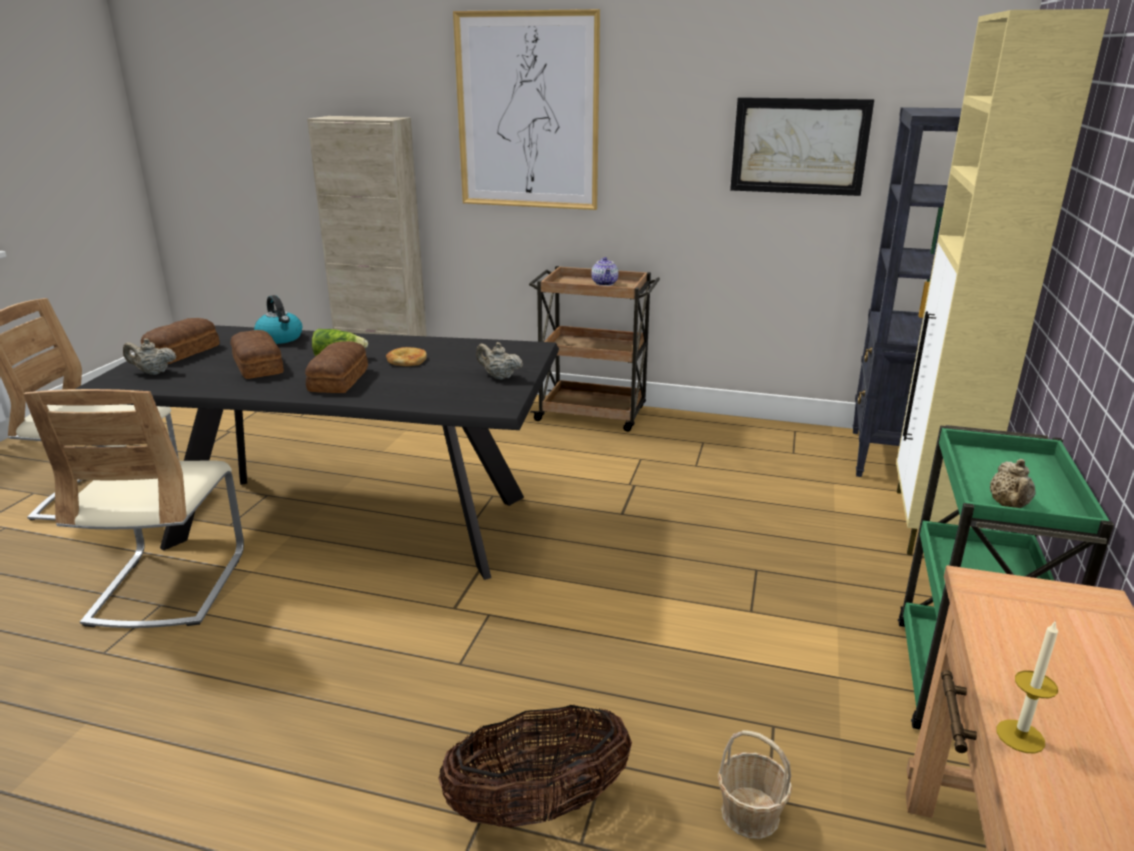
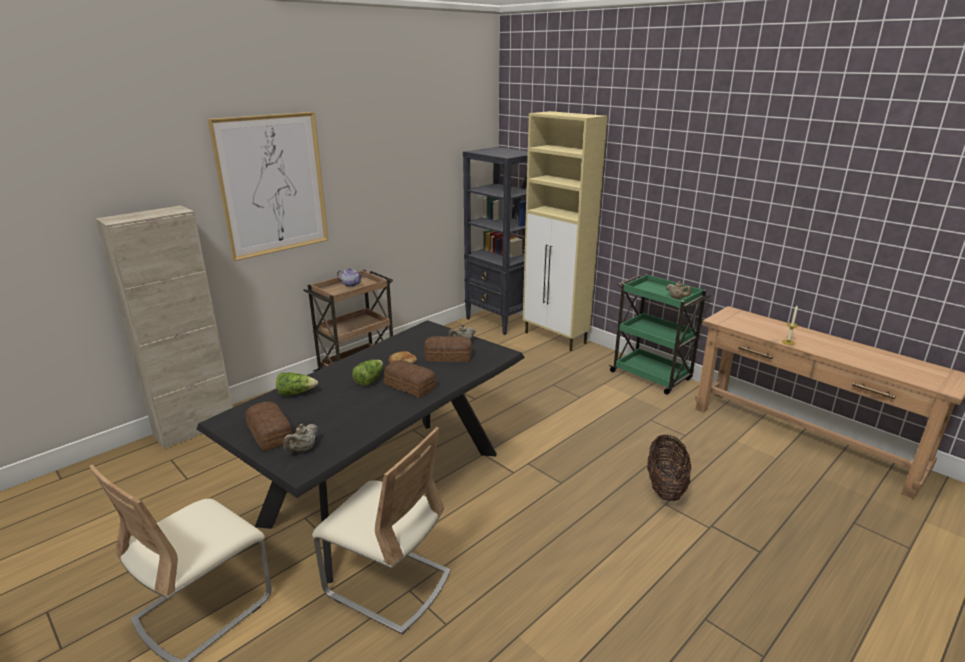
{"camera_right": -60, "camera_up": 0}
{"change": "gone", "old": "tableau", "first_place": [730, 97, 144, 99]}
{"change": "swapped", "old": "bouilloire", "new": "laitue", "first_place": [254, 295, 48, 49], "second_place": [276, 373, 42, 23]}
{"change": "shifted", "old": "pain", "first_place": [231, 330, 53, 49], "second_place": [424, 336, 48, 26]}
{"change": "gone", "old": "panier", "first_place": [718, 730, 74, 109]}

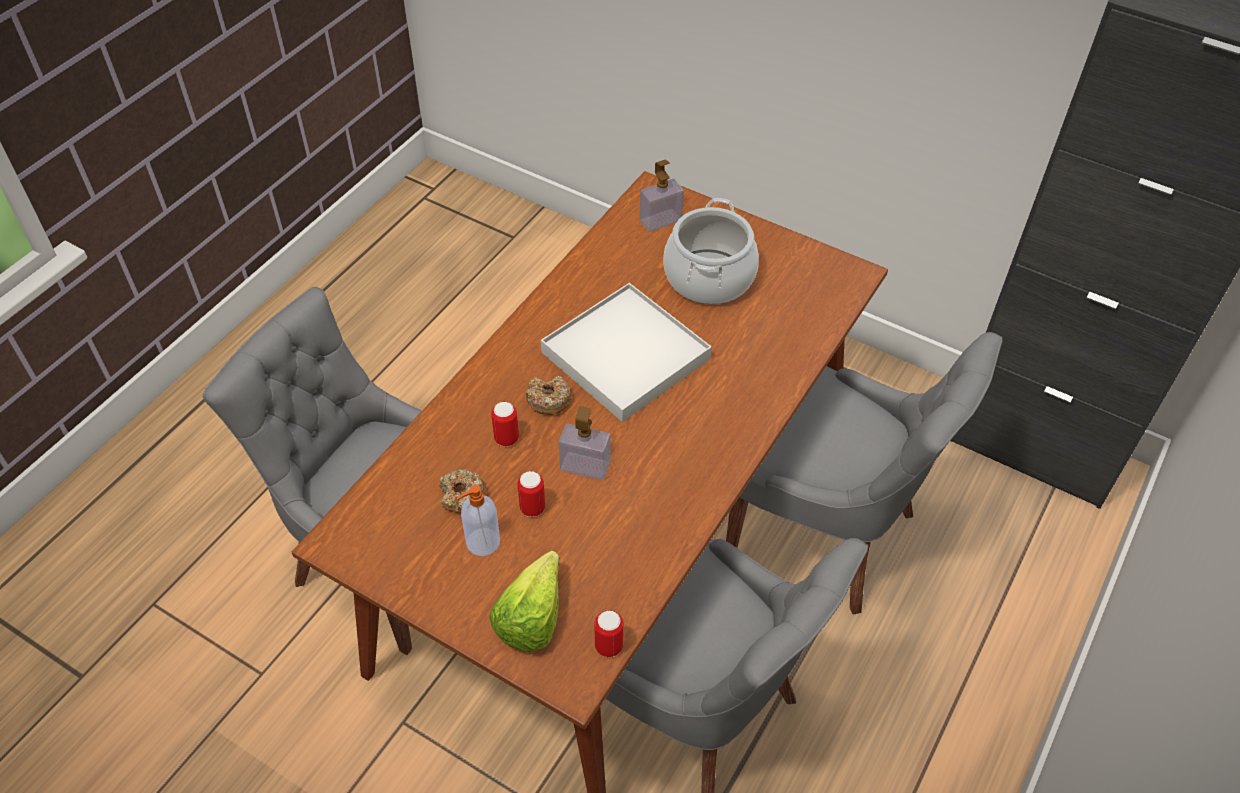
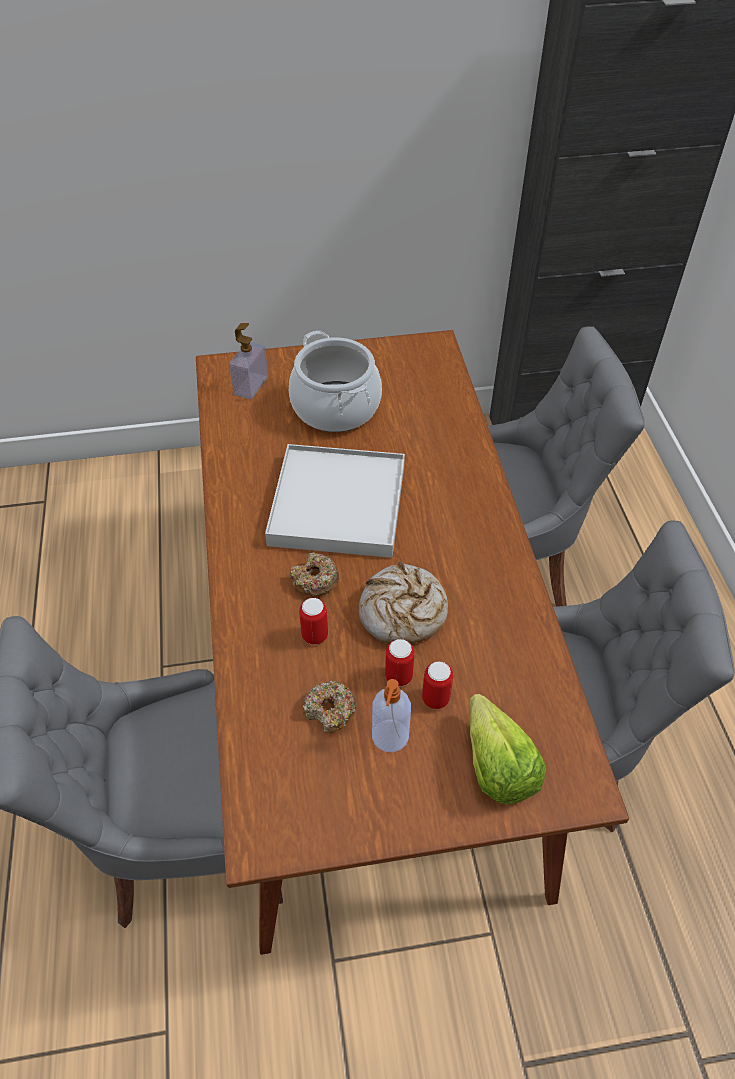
{"camera_right": -40, "camera_up": 0}
{"change": "swapped", "old": "distributeur de savon", "new": "pain", "first_place": [559, 406, 52, 74], "second_place": [359, 562, 89, 82]}
{"change": "shifted", "old": "boîte métallique", "first_place": [594, 611, 30, 46], "second_place": [422, 661, 31, 48]}

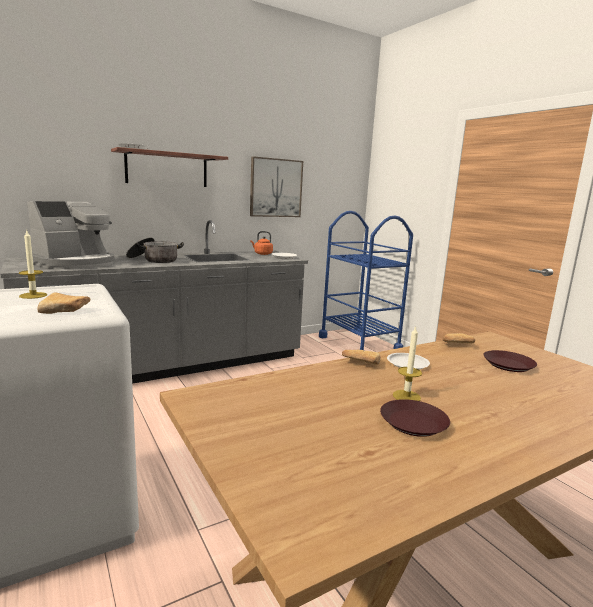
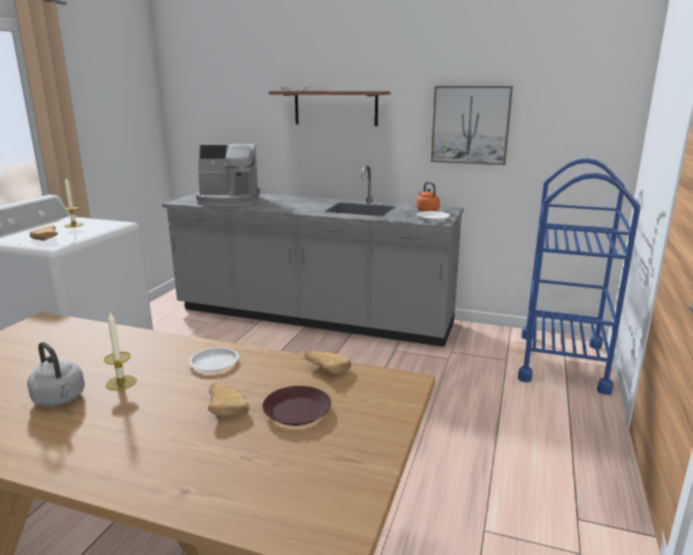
{"camera_right": 50, "camera_up": 5}
{"change": "gone", "old": "marmite", "first_place": [126, 237, 58, 26]}
{"change": "shifted", "old": "pain", "first_place": [342, 350, 38, 15], "second_place": [208, 383, 42, 33]}
{"change": "swapped", "old": "assiette [marron]", "new": "bouilloire [gris]", "first_place": [380, 399, 70, 38], "second_place": [27, 342, 58, 64]}

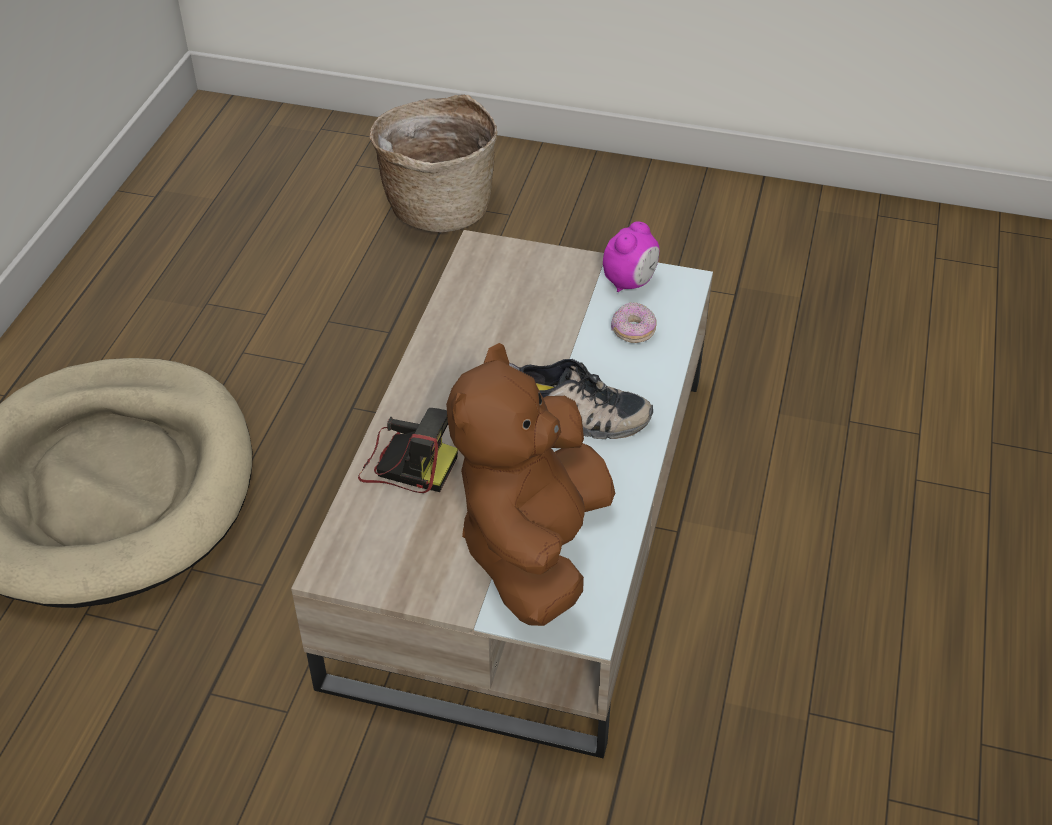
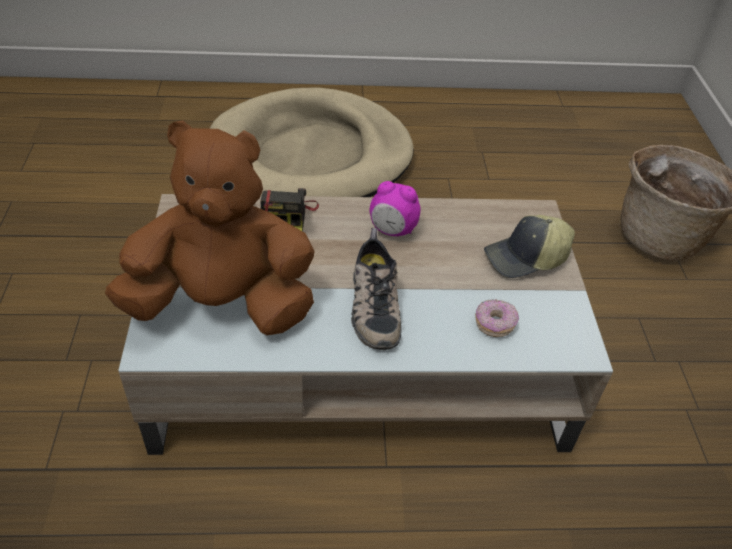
{"camera_right": 70, "camera_up": 0}
{"change": "shifted", "old": "réveil", "first_place": [603, 222, 57, 70], "second_place": [370, 181, 51, 55]}
{"change": "new", "new": "casquette", "second_place": [484, 215, 91, 63]}

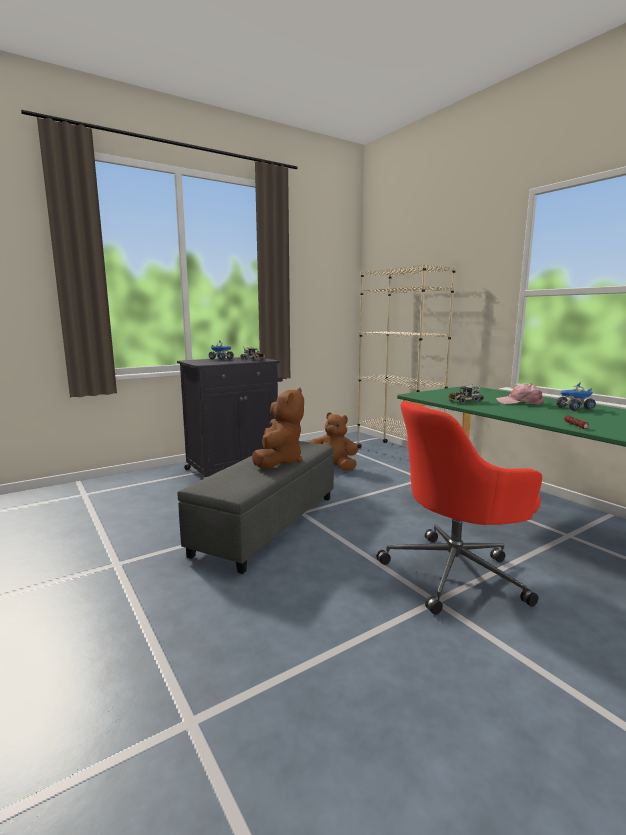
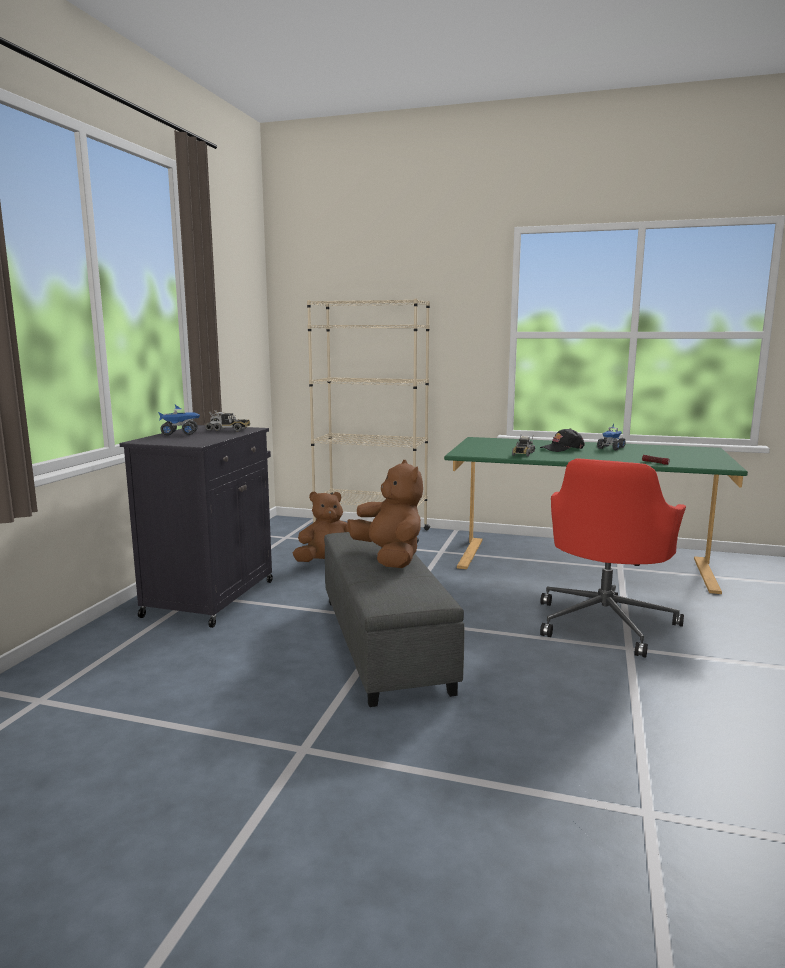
{"camera_right": -40, "camera_up": 0}
{"change": "repainted", "old": "casquette [rose]", "new": "casquette [noir]", "first_place": [496, 383, 49, 22], "second_place": [540, 428, 45, 24]}

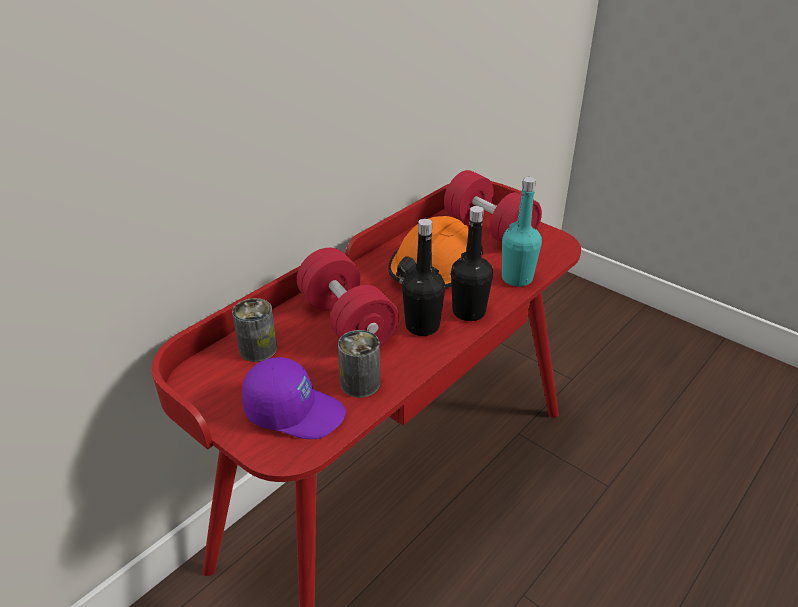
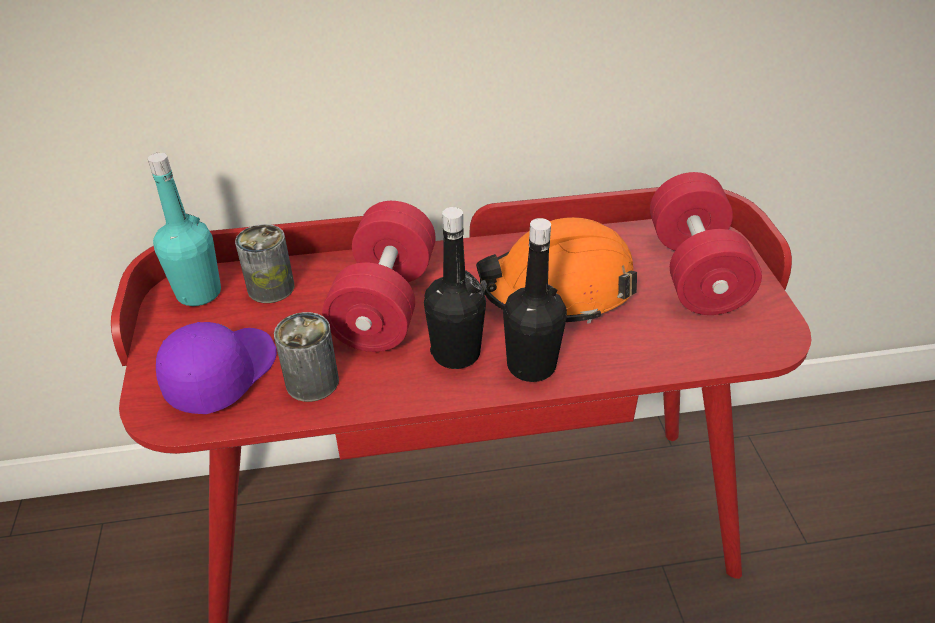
{"camera_right": 40, "camera_up": 5}
{"change": "shifted", "old": "bouteille [turquoise]", "first_place": [502, 177, 40, 110], "second_place": [148, 153, 73, 153]}
{"change": "rotated", "old": "casquette [violet]", "first_place": [242, 357, 104, 82], "second_place": [156, 322, 121, 92], "degrees": -120}

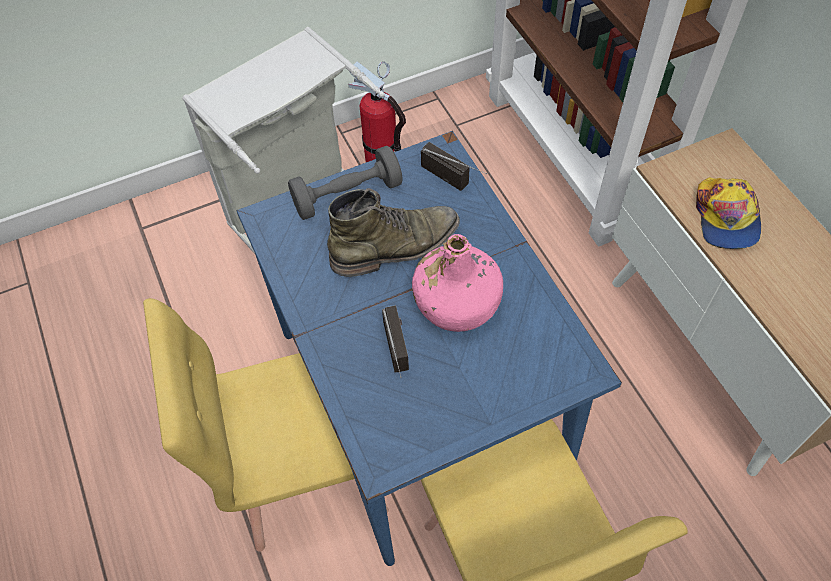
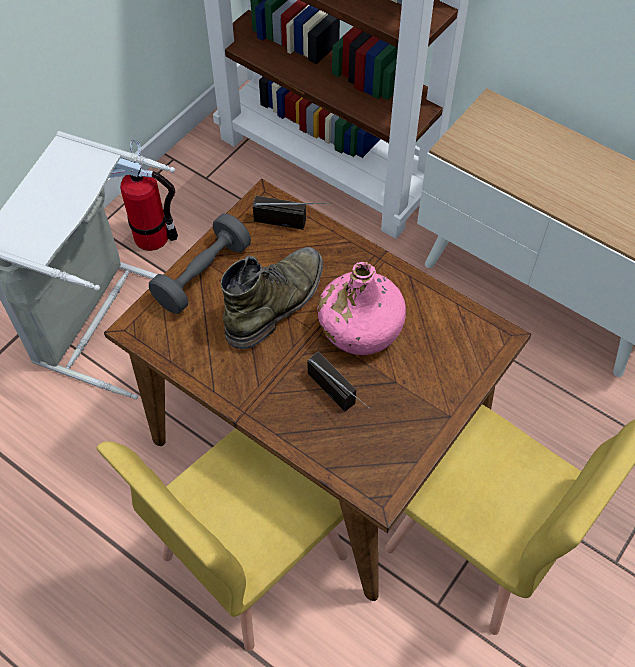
{"camera_right": -30, "camera_up": 0}
{"change": "repainted", "old": "table à manger [bleu]", "new": "table à manger [marron]", "first_place": [236, 131, 386, 435], "second_place": [104, 179, 427, 422]}
{"change": "gone", "old": "casquette", "first_place": [696, 177, 65, 72]}

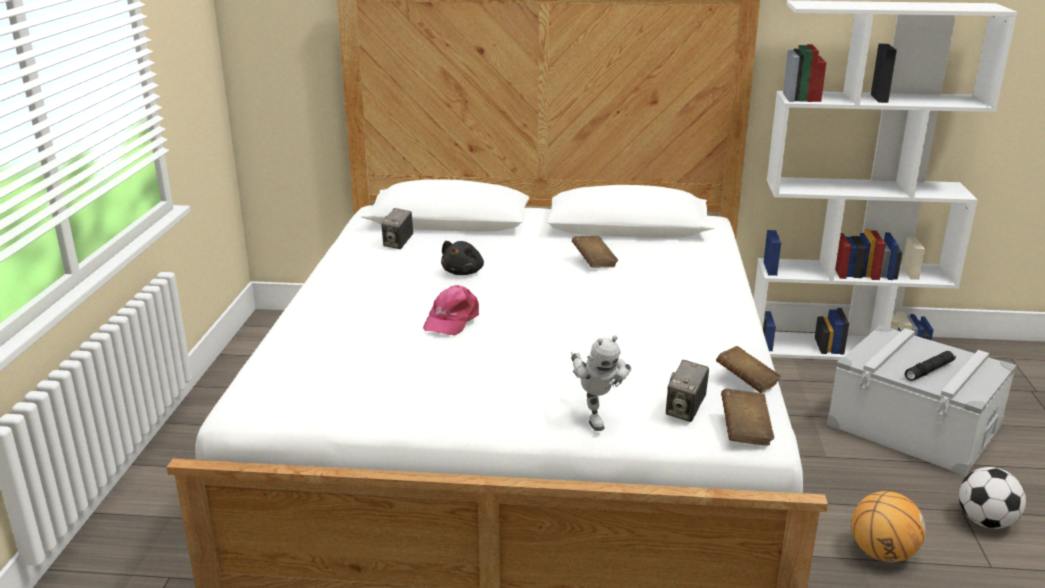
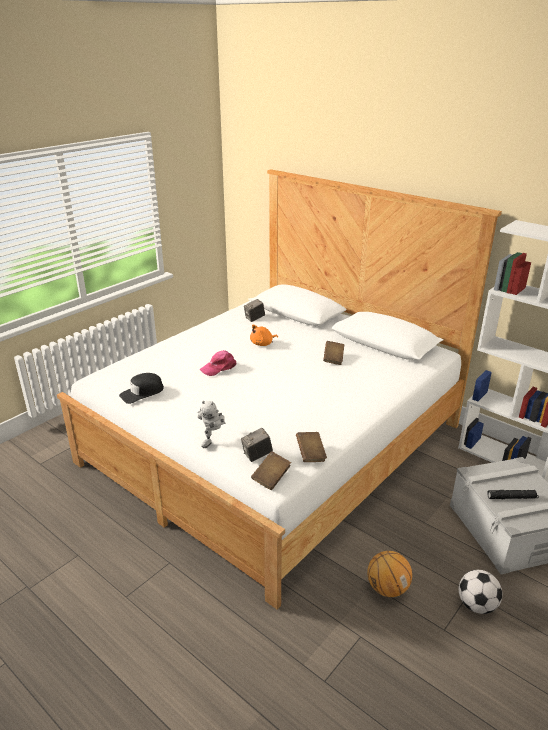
{"camera_right": 35, "camera_up": 5}
{"change": "repainted", "old": "peluche [noir]", "new": "peluche [orange]", "first_place": [441, 241, 43, 34], "second_place": [250, 325, 28, 21]}
{"change": "new", "new": "casquette [noir]", "second_place": [119, 373, 45, 31]}

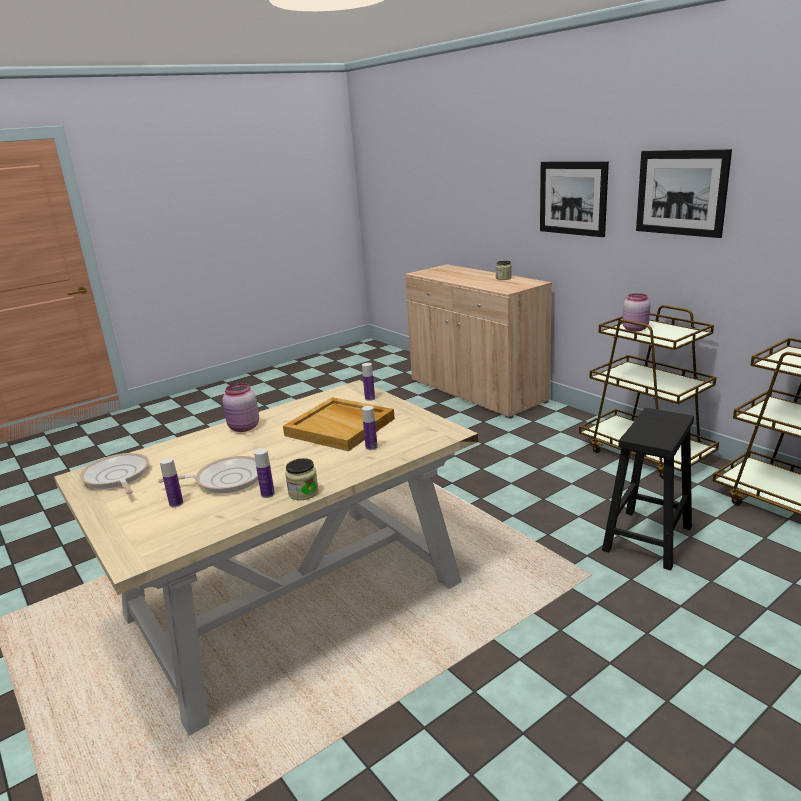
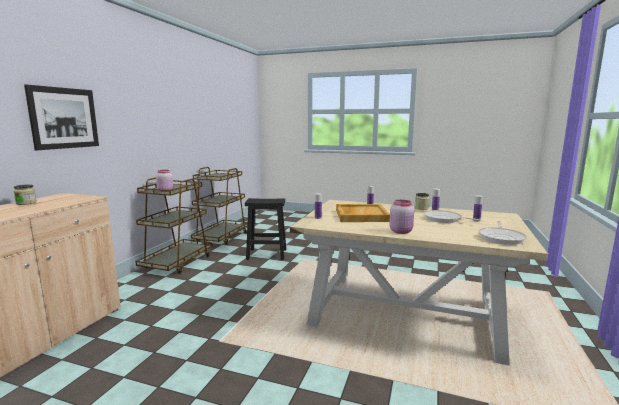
{"camera_right": -125, "camera_up": -10}
{"change": "gone", "old": "tableau", "first_place": [636, 149, 96, 89]}

